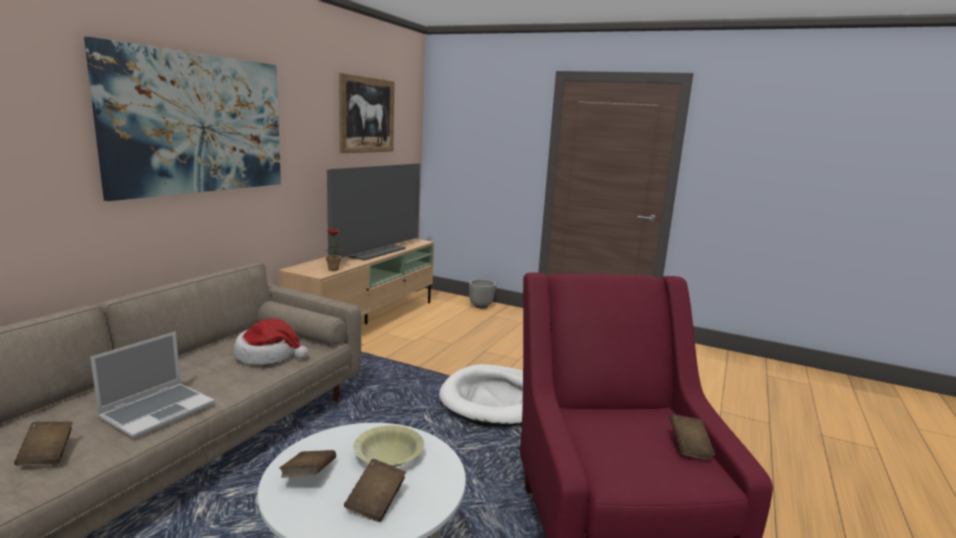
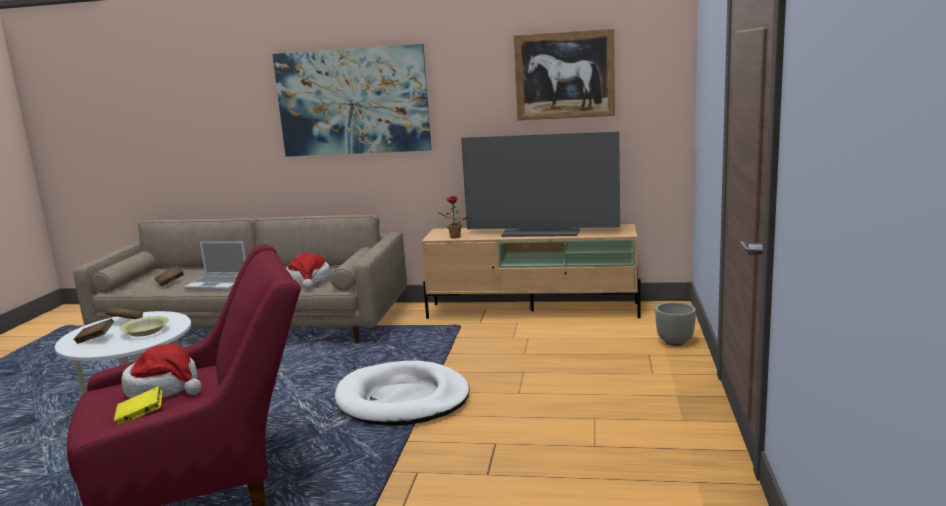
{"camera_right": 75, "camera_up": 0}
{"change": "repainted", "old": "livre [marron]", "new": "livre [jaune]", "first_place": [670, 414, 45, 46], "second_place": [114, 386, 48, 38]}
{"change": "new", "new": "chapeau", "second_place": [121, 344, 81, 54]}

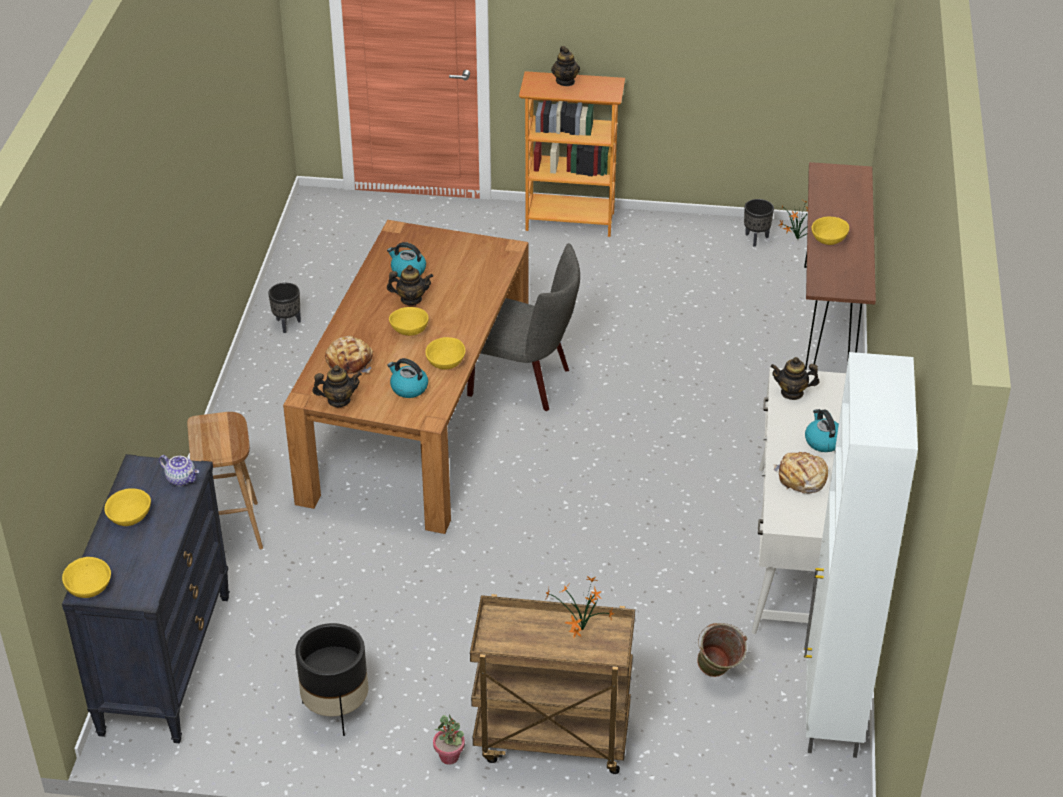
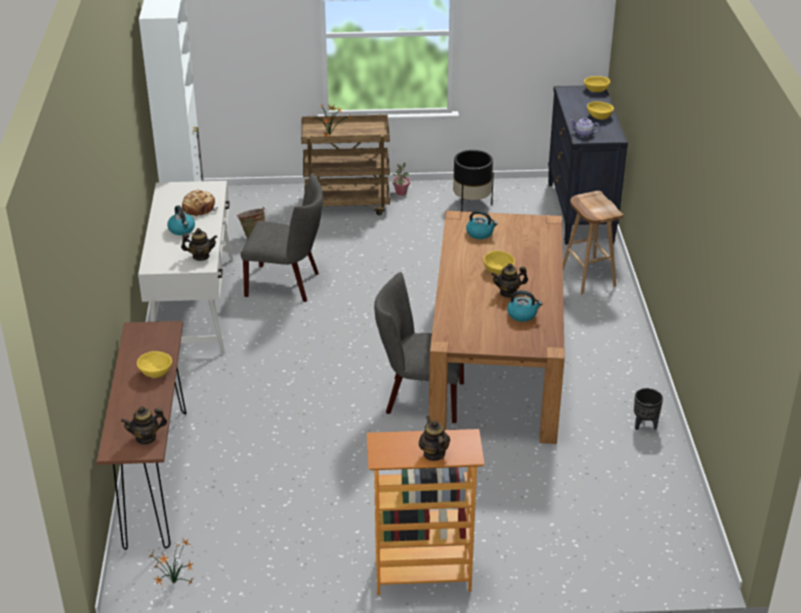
{"camera_right": 170, "camera_up": -5}
{"change": "gone", "old": "cache-pot [noir]", "first_place": [744, 199, 30, 48]}
{"change": "gone", "old": "pain", "first_place": [325, 336, 48, 38]}
{"change": "gone", "old": "bol [jaune]", "first_place": [425, 337, 40, 32]}
{"change": "shifted", "old": "théière", "first_place": [312, 365, 50, 42], "second_place": [121, 406, 46, 38]}
{"change": "new", "new": "chaise [gris]", "second_place": [241, 173, 82, 129]}

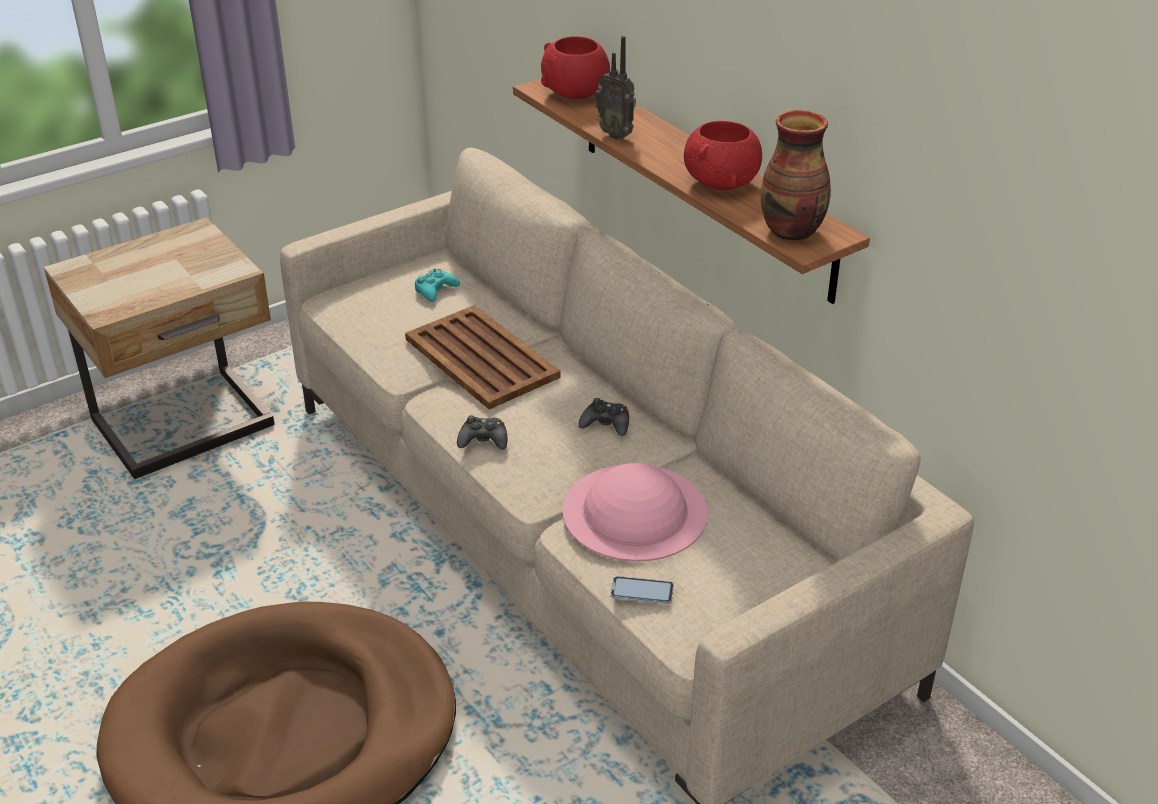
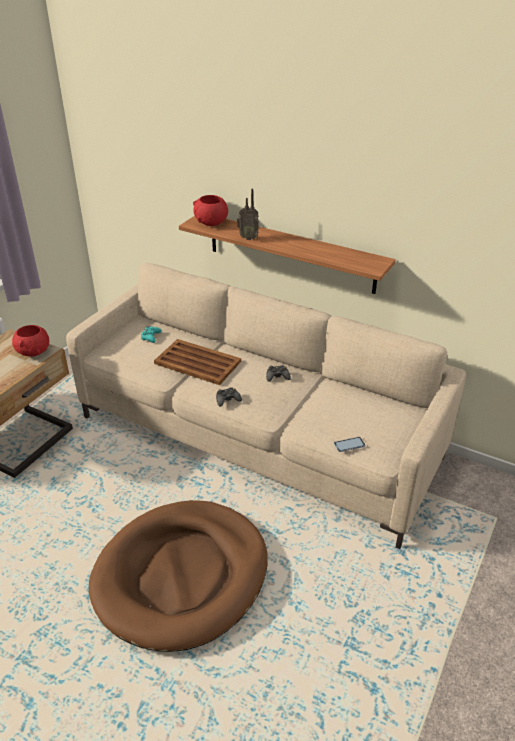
{"camera_right": -25, "camera_up": 0}
{"change": "gone", "old": "vase", "first_place": [761, 110, 70, 130]}
{"change": "shifted", "old": "bol [rouge]", "first_place": [684, 121, 78, 69], "second_place": [12, 325, 37, 31]}
{"change": "gone", "old": "chapeau [rose]", "first_place": [563, 463, 145, 99]}

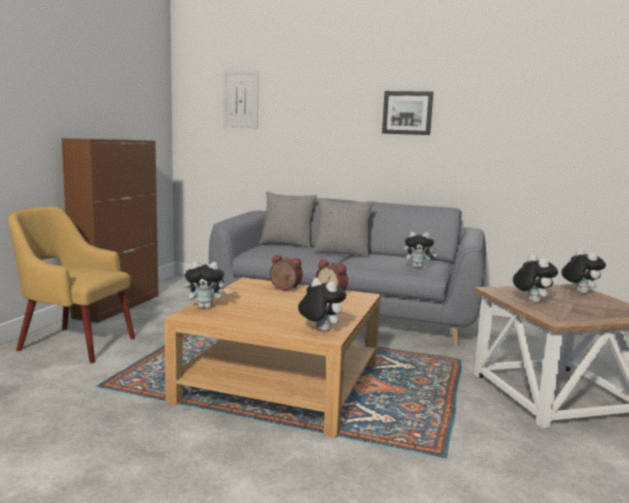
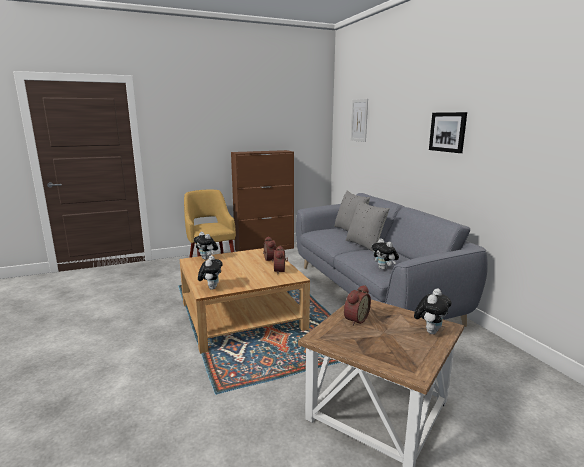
{"camera_right": 50, "camera_up": 5}
{"change": "swapped", "old": "peluche", "new": "réveil", "first_place": [513, 255, 45, 48], "second_place": [344, 285, 27, 41]}

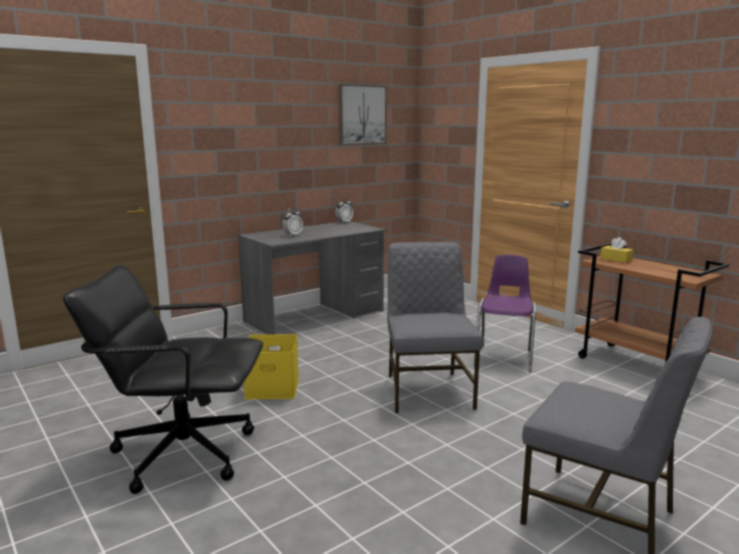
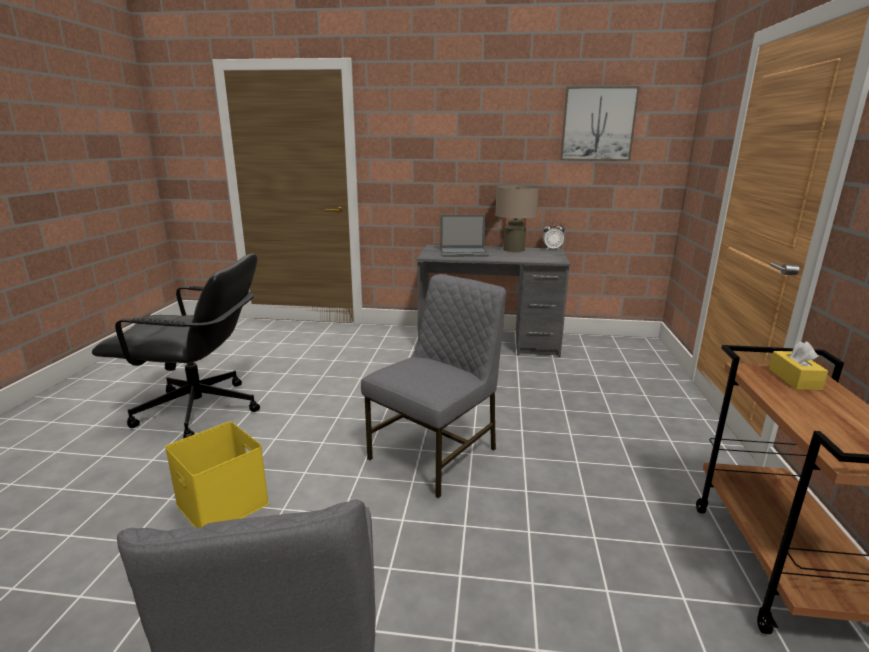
{"camera_right": 45, "camera_up": 5}
{"change": "swapped", "old": "réveil", "new": "ordinateur portable", "first_place": [282, 208, 21, 28], "second_place": [440, 215, 49, 42]}
{"change": "gone", "old": "chaise [violet]", "first_place": [474, 255, 62, 118]}
{"change": "rotated", "old": "chaise de bureau [noir]", "first_place": [63, 264, 200, 230], "second_place": [92, 253, 168, 185], "degrees": 135}
{"change": "shifted", "old": "boîte de rangement [jaune]", "first_place": [244, 334, 55, 65], "second_place": [165, 422, 104, 106]}
{"change": "new", "new": "lampe de table [beige]", "second_place": [495, 185, 44, 67]}

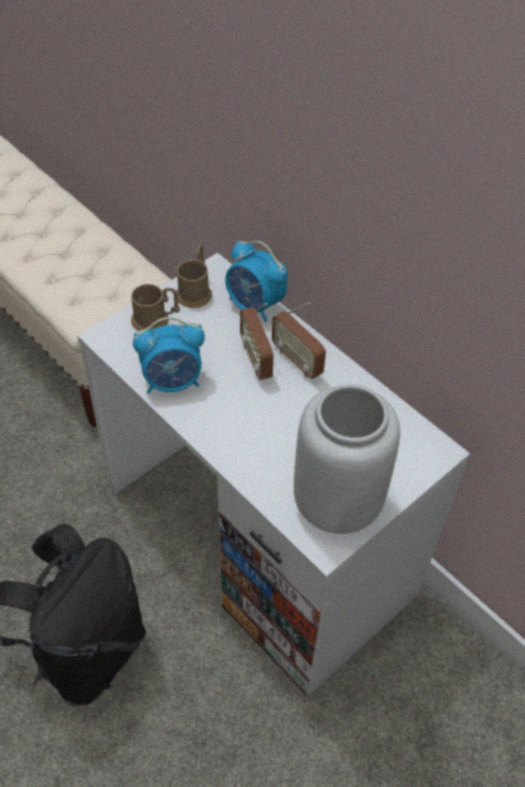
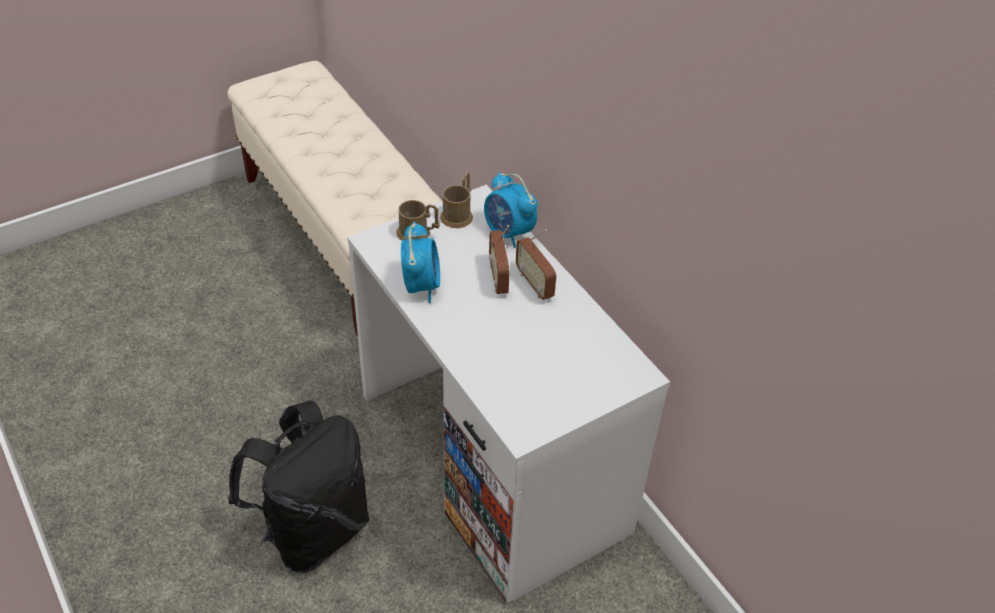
{"camera_right": 10, "camera_up": -5}
{"change": "rotated", "old": "réveil", "first_place": [133, 317, 72, 77], "second_place": [401, 222, 39, 81], "degrees": -90}
{"change": "gone", "old": "vase [gris]", "first_place": [294, 384, 106, 150]}

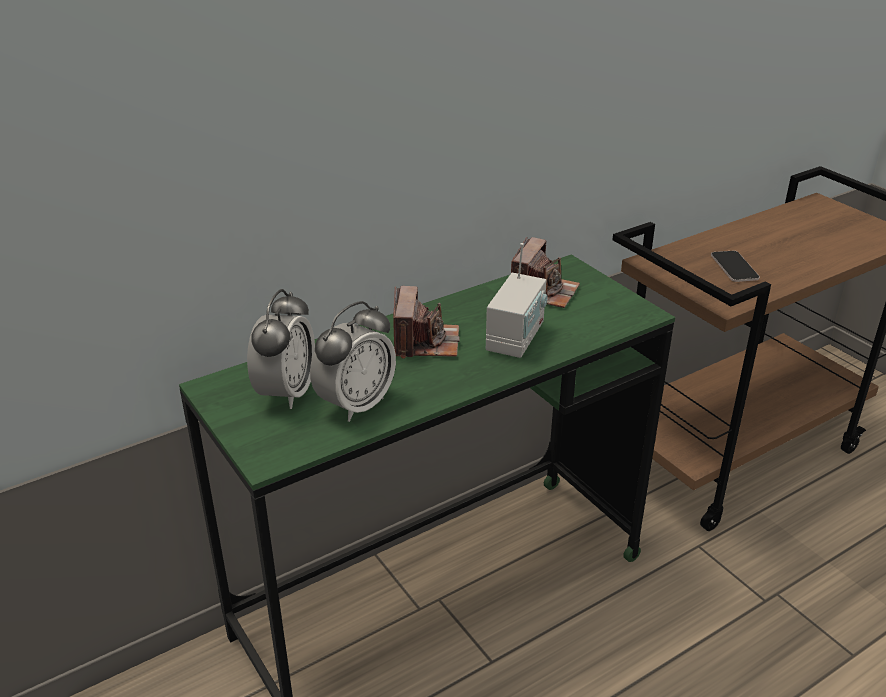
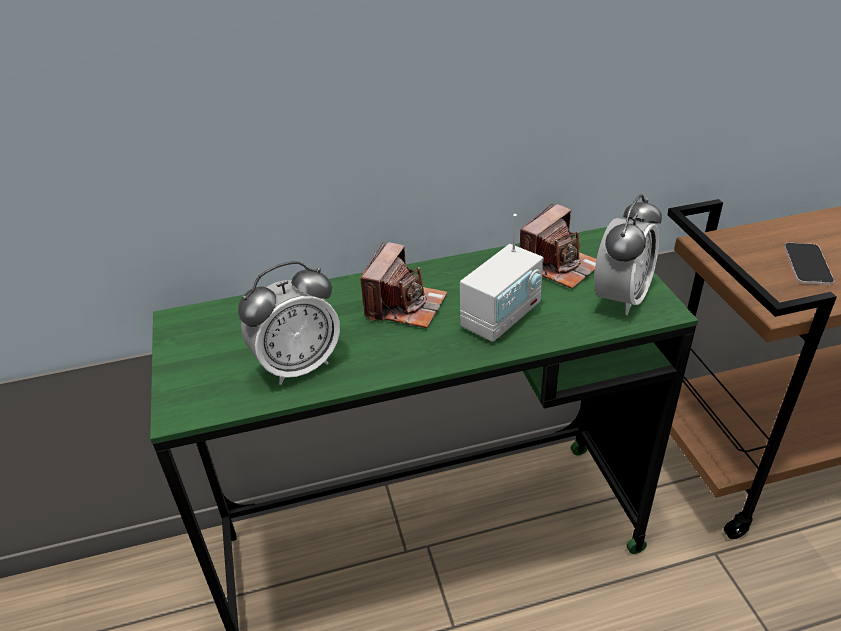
{"camera_right": 20, "camera_up": 5}
{"change": "shifted", "old": "réveil", "first_place": [247, 289, 68, 120], "second_place": [594, 194, 68, 121]}

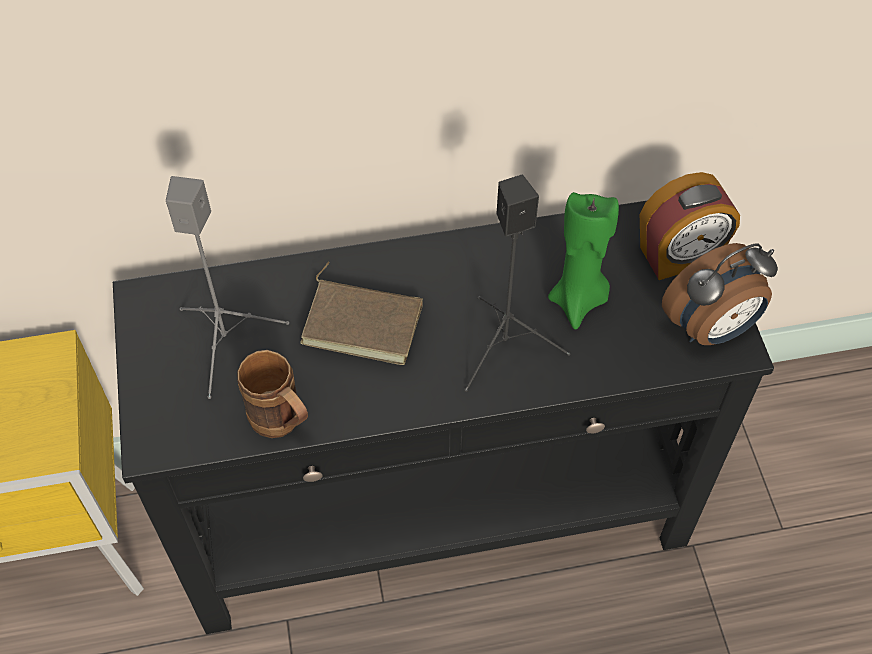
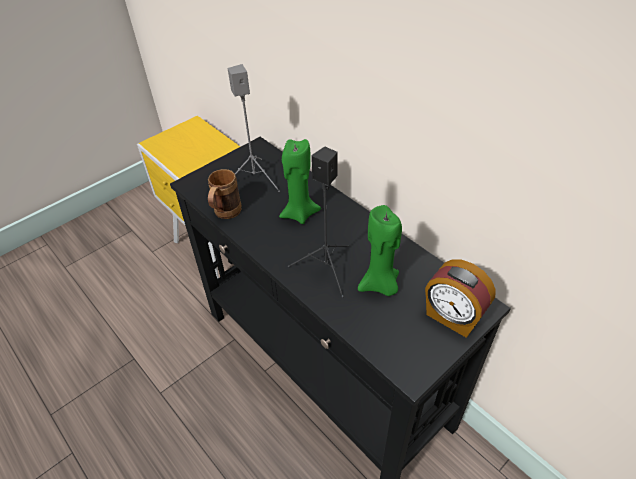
{"camera_right": 60, "camera_up": -10}
{"change": "gone", "old": "réveil", "first_place": [662, 243, 116, 102]}
{"change": "swapped", "old": "livre [marron]", "new": "bougie [vert]", "first_place": [300, 262, 123, 103], "second_place": [279, 139, 42, 85]}

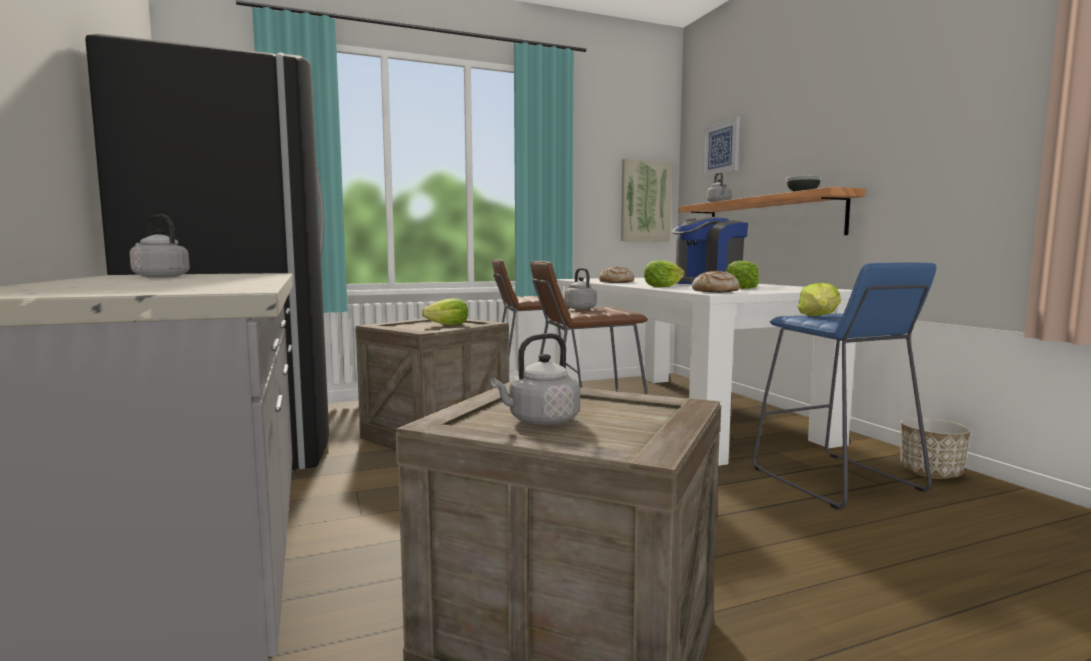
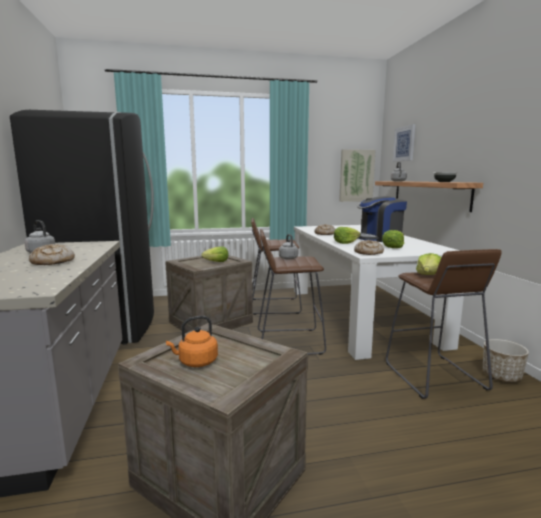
{"camera_right": 10, "camera_up": 5}
{"change": "repainted", "old": "tabouret [bleu]", "new": "tabouret [marron]", "first_place": [753, 262, 183, 247], "second_place": [386, 249, 116, 150]}
{"change": "repainted", "old": "bouilloire [gris]", "new": "bouilloire [orange]", "first_place": [491, 333, 89, 93], "second_place": [166, 316, 52, 51]}
{"change": "new", "new": "pain", "second_place": [29, 244, 46, 21]}

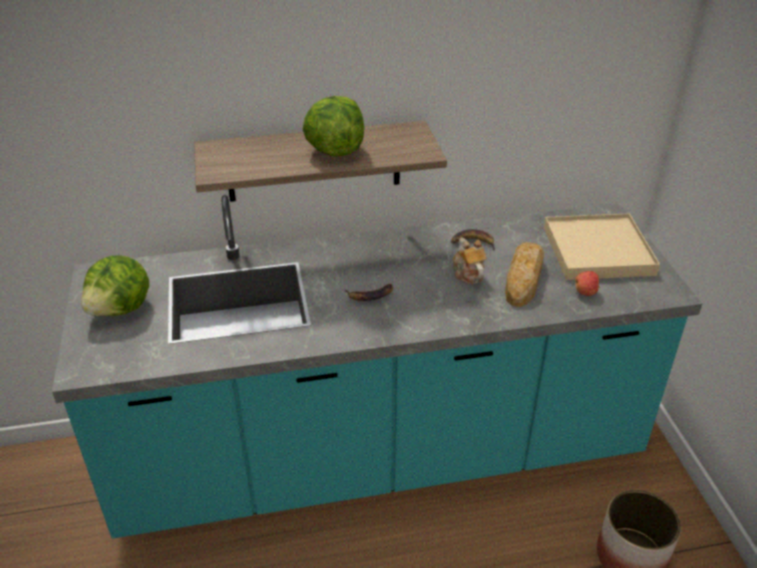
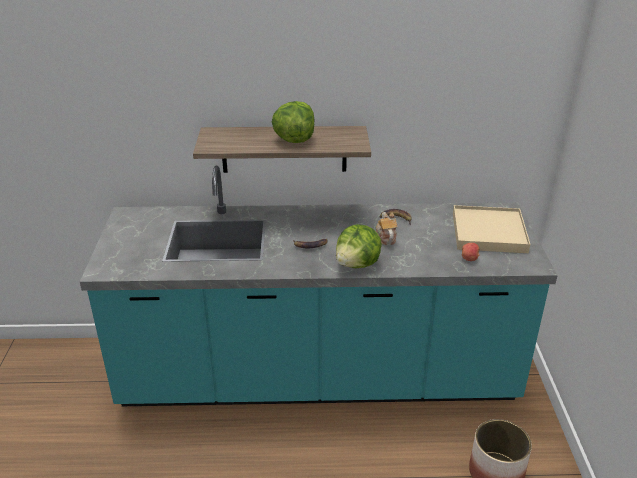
{"camera_right": 10, "camera_up": -5}
{"change": "gone", "old": "pain", "first_place": [505, 242, 39, 65]}
{"change": "shifted", "old": "laitue", "first_place": [81, 255, 68, 61], "second_place": [336, 224, 46, 44]}

